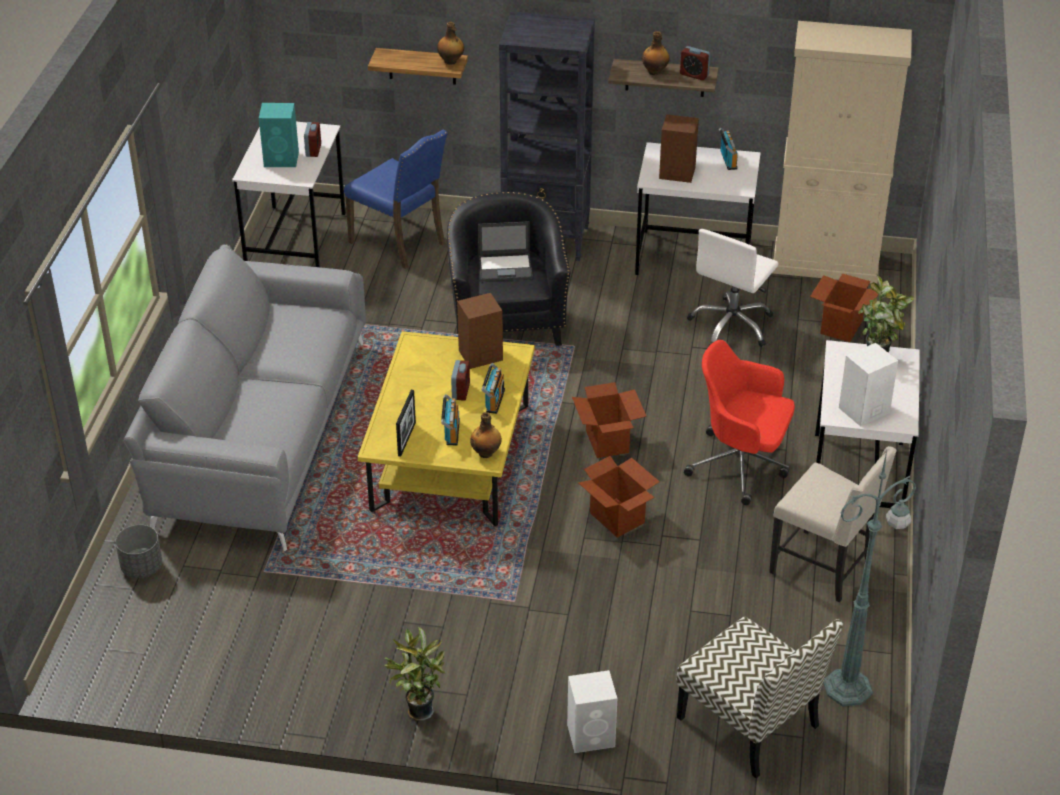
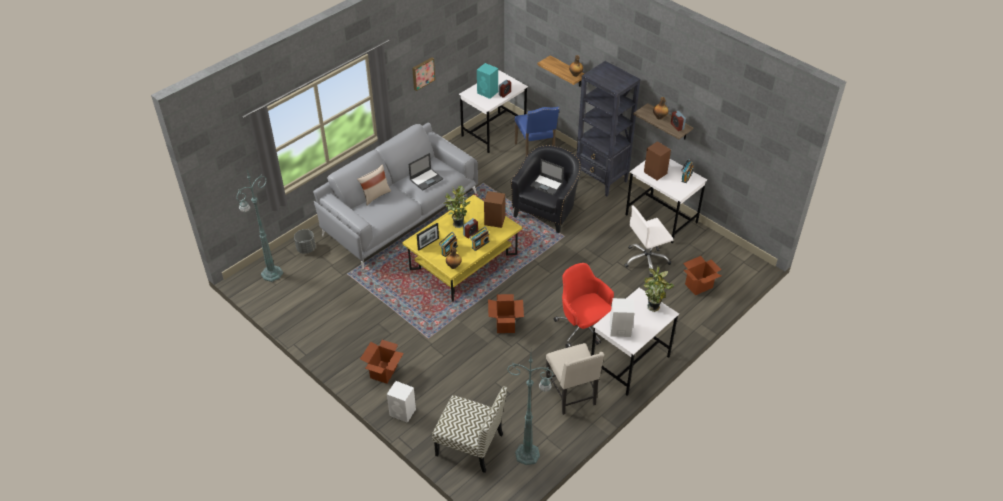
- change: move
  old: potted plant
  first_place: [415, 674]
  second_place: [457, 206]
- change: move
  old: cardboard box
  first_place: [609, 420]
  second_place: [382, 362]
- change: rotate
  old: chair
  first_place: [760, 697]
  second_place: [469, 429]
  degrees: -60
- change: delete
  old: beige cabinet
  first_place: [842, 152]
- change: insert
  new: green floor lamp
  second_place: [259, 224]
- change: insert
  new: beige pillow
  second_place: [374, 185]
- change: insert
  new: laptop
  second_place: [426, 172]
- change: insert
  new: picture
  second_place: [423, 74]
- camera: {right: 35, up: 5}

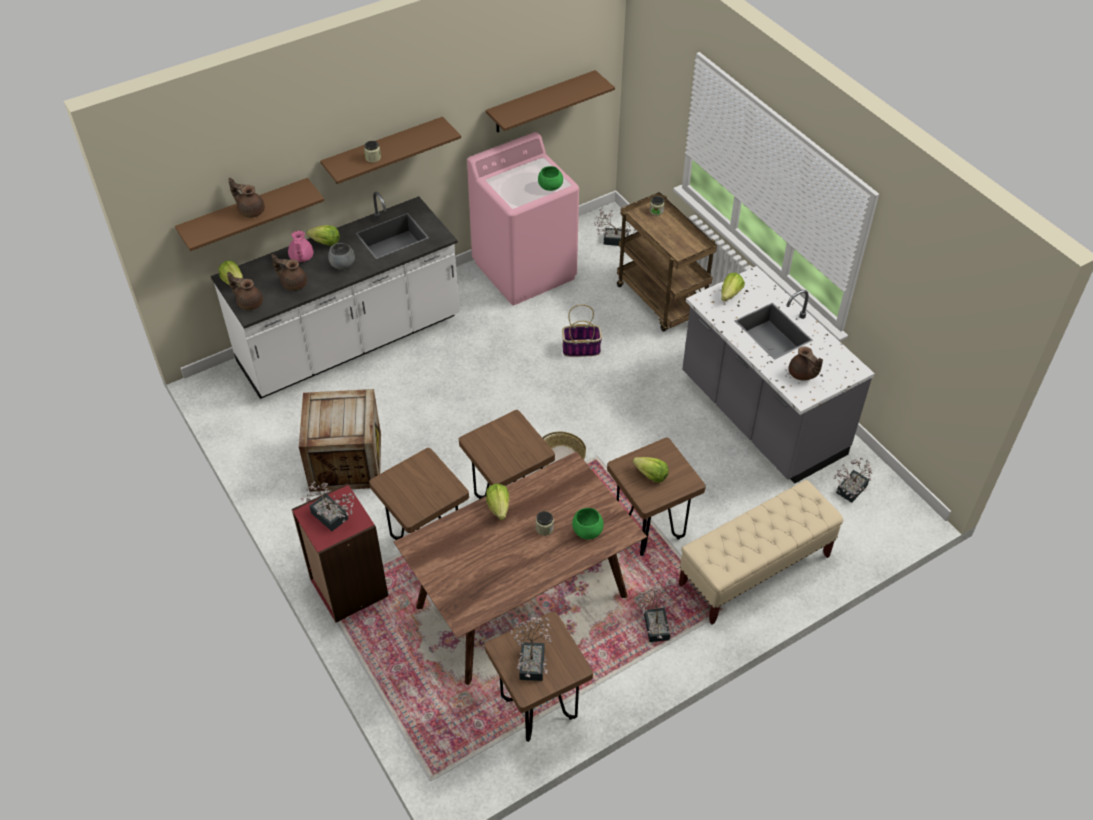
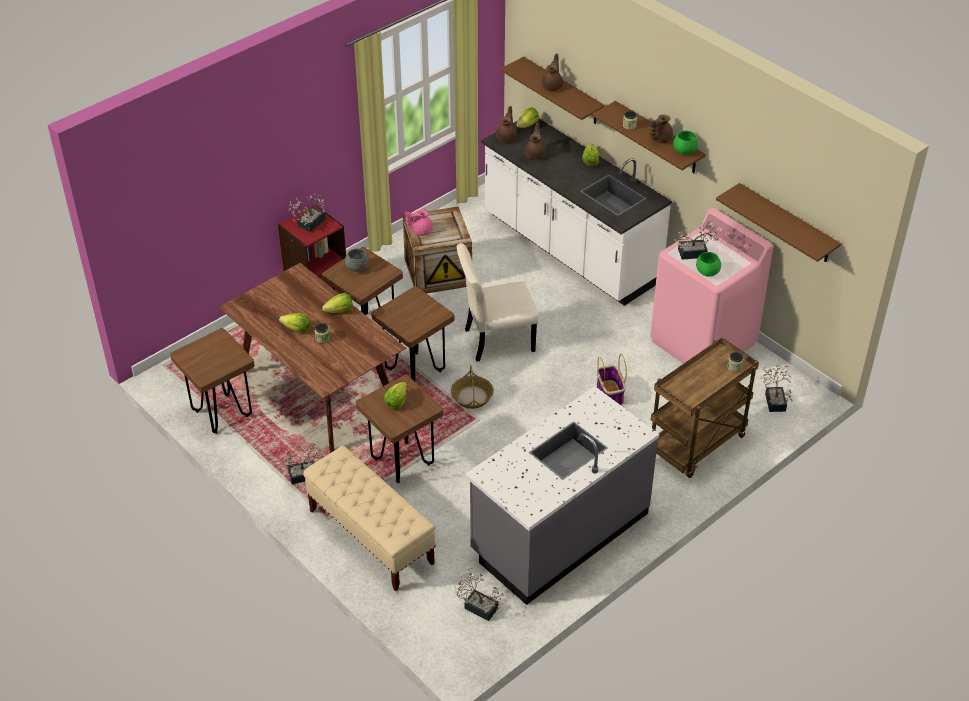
- change: move
  old: pink teapot
  first_place: [300, 246]
  second_place: [419, 222]
- change: move
  old: grey bowl
  first_place: [341, 256]
  second_place: [357, 260]
- change: move
  old: potted plant
  first_place: [531, 649]
  second_place: [696, 240]
- change: move
  old: green bowl
  first_place: [588, 523]
  second_place: [685, 143]
- change: move
  old: lettuce
  first_place: [733, 287]
  second_place: [295, 323]
- change: move
  old: brown teapot
  first_place: [805, 363]
  second_place: [661, 129]
- change: insert
  new: beige chair
  second_place: [497, 302]
- camera: {right: 80, up: -5}

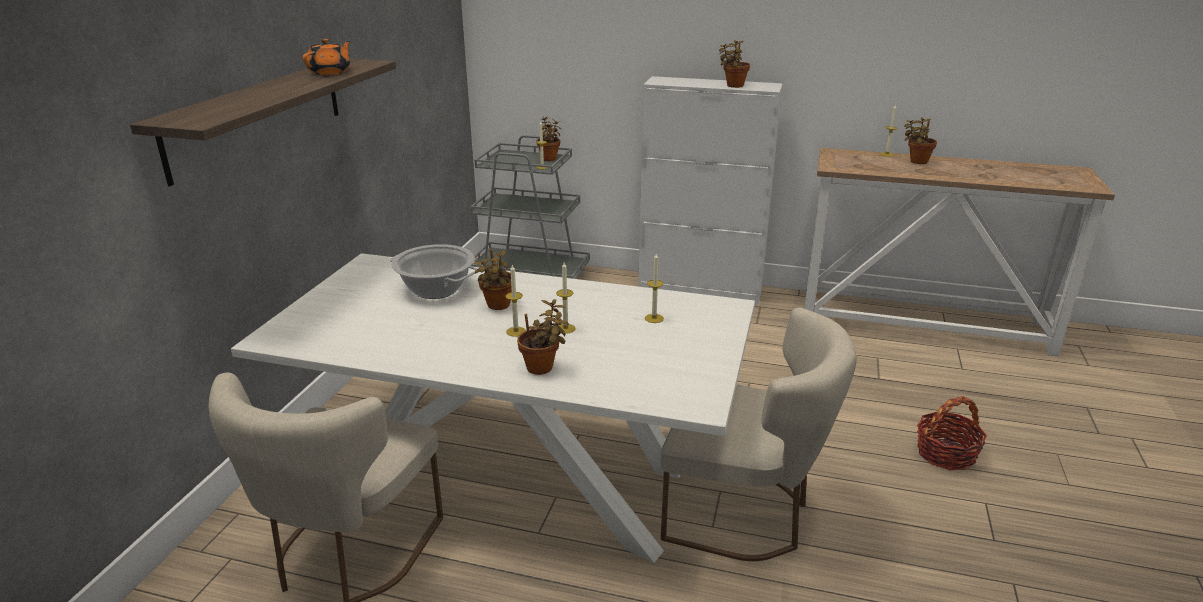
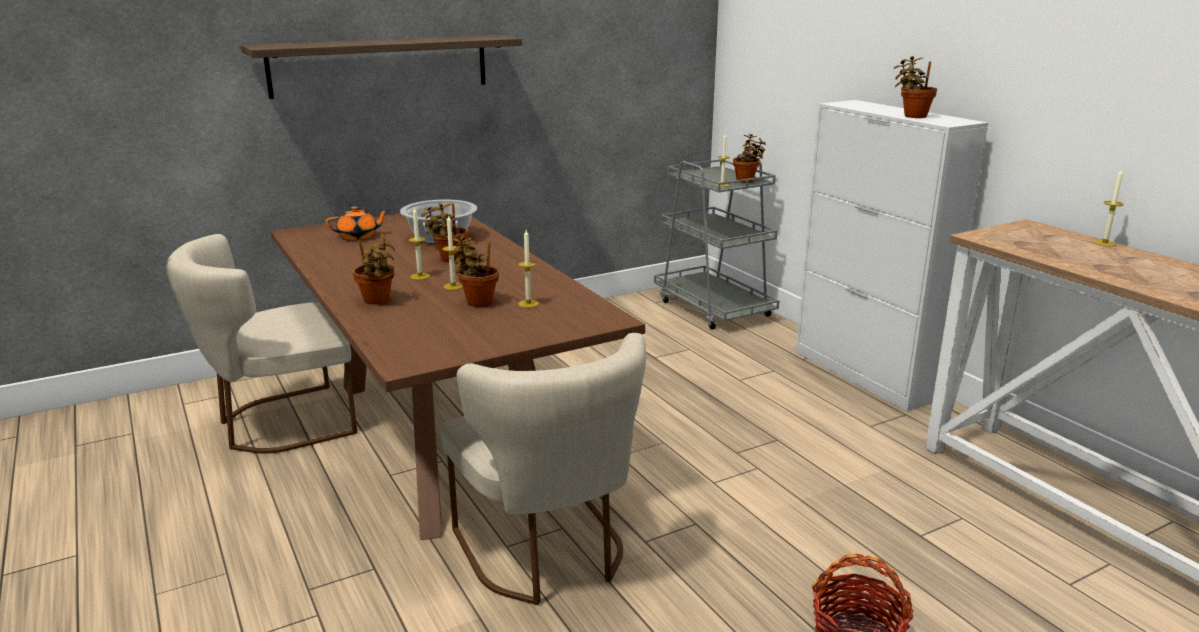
- change: recolor
  old: white dining table
  new: brown dining table
  first_place: [493, 408]
  second_place: [457, 377]
- change: move
  old: orange teapot
  first_place: [327, 57]
  second_place: [357, 223]
- change: move
  old: potted plant
  first_place: [920, 140]
  second_place: [475, 271]
- camera: {right: 45, up: -5}

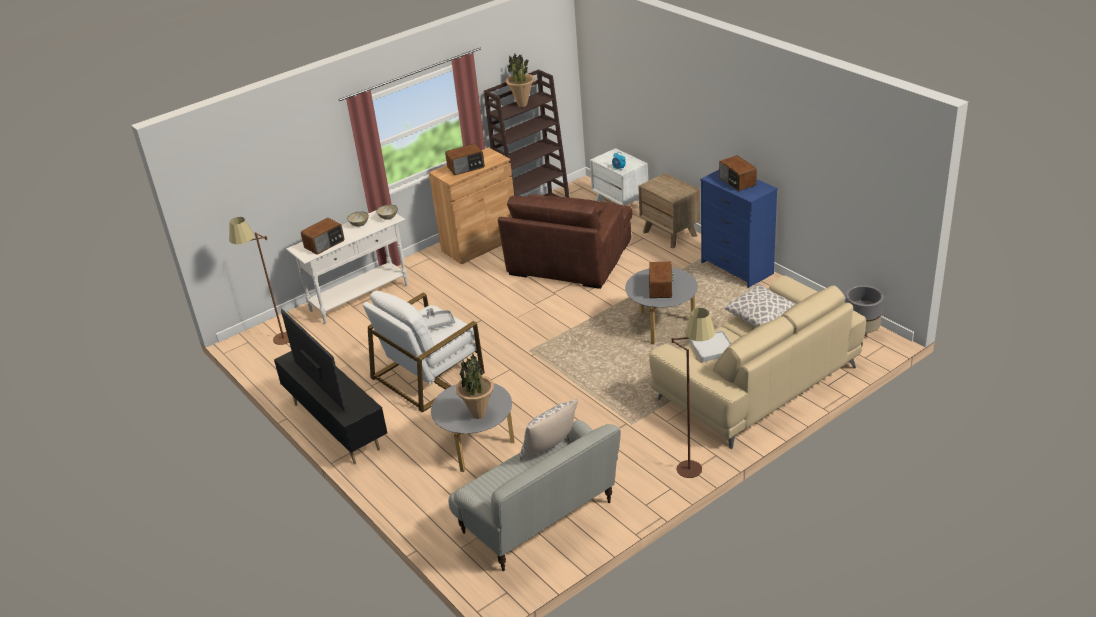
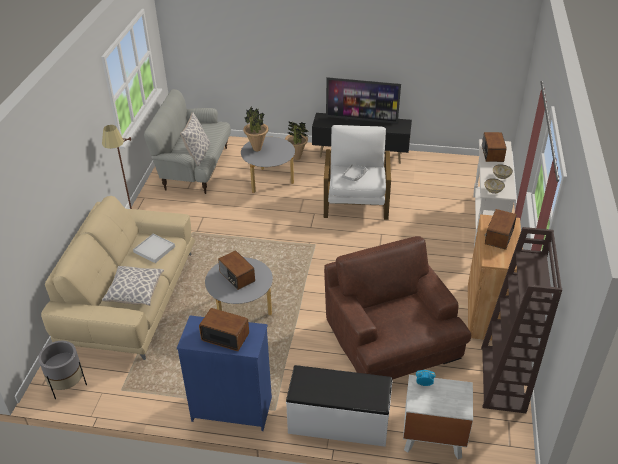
- change: delete
  old: brown floor lamp
  first_place: [259, 281]
- change: move
  old: potted plant
  first_place: [520, 80]
  second_place: [297, 140]
- change: replace
  old: brown nightstand
  new: white bench
  first_place: [669, 210]
  second_place: [339, 406]
- camera: {right: 135, up: 5}

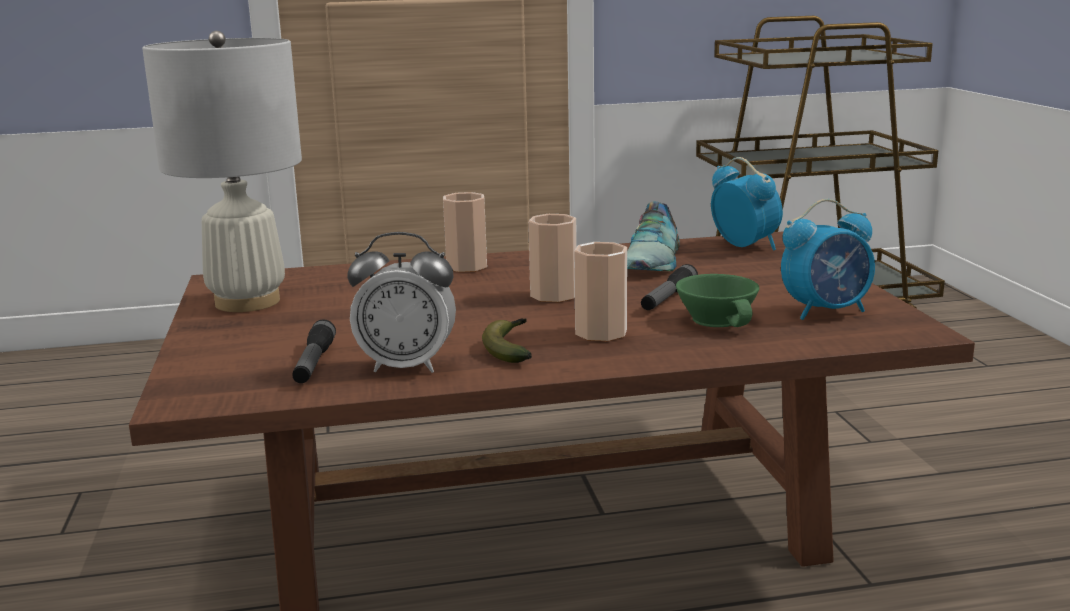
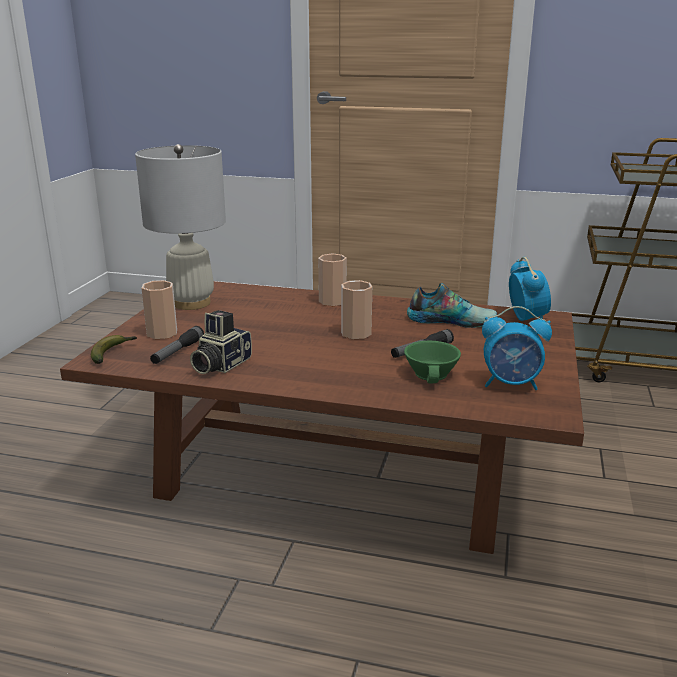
- change: replace
  old: alarm clock
  new: photo camera
  first_place: [401, 302]
  second_place: [221, 342]
- change: move
  old: banana
  first_place: [507, 340]
  second_place: [114, 349]
- change: move
  old: cup
  first_place: [600, 291]
  second_place: [159, 309]
- change: rotate
  old: shoe
  first_place: [653, 236]
  second_place: [452, 305]
  degrees: -120
- camera: {right: 25, up: 5}

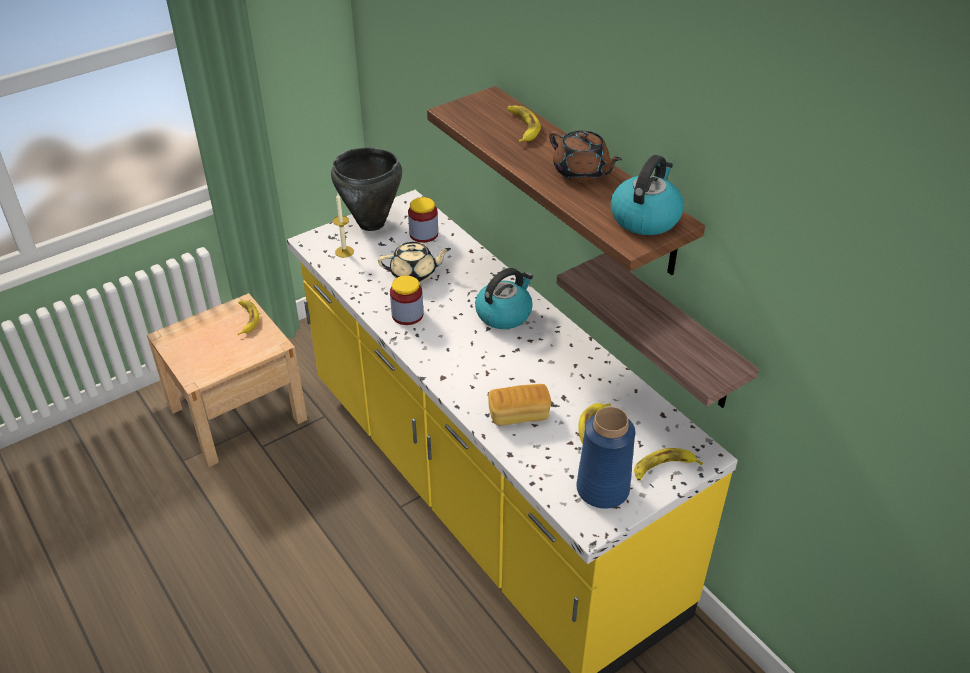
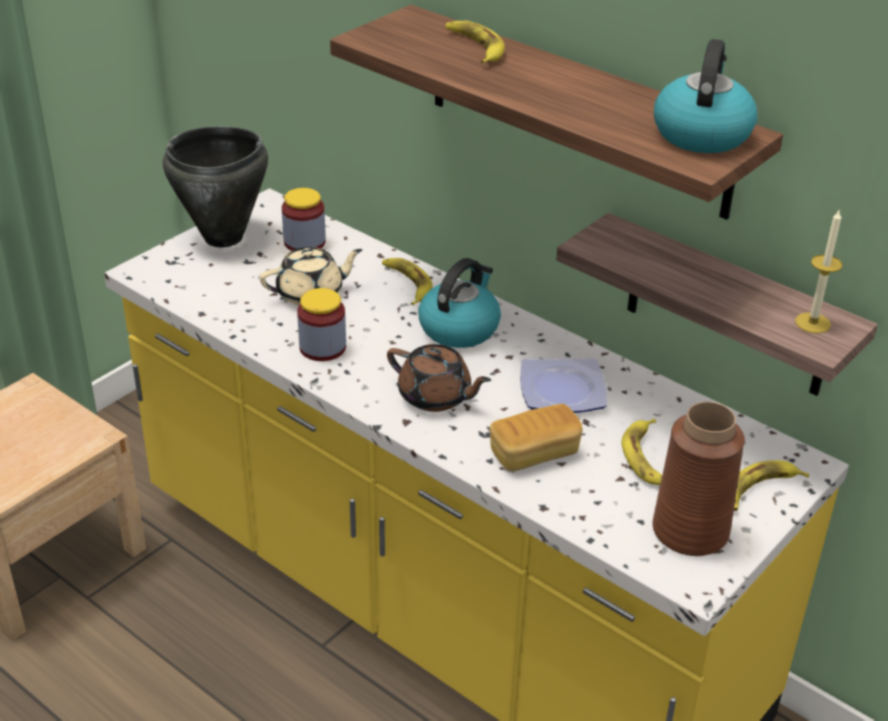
- change: move
  old: banana
  first_place: [248, 317]
  second_place: [407, 281]
- change: move
  old: candle
  first_place: [343, 225]
  second_place: [819, 272]
- change: move
  old: brown teapot
  first_place: [585, 156]
  second_place: [439, 378]
- change: recolor
  old: blue vase
  new: brown vase
  first_place: [605, 458]
  second_place: [698, 479]
- change: insert
  new: plate
  second_place: [563, 386]
- camera: {right: -15, up: -5}

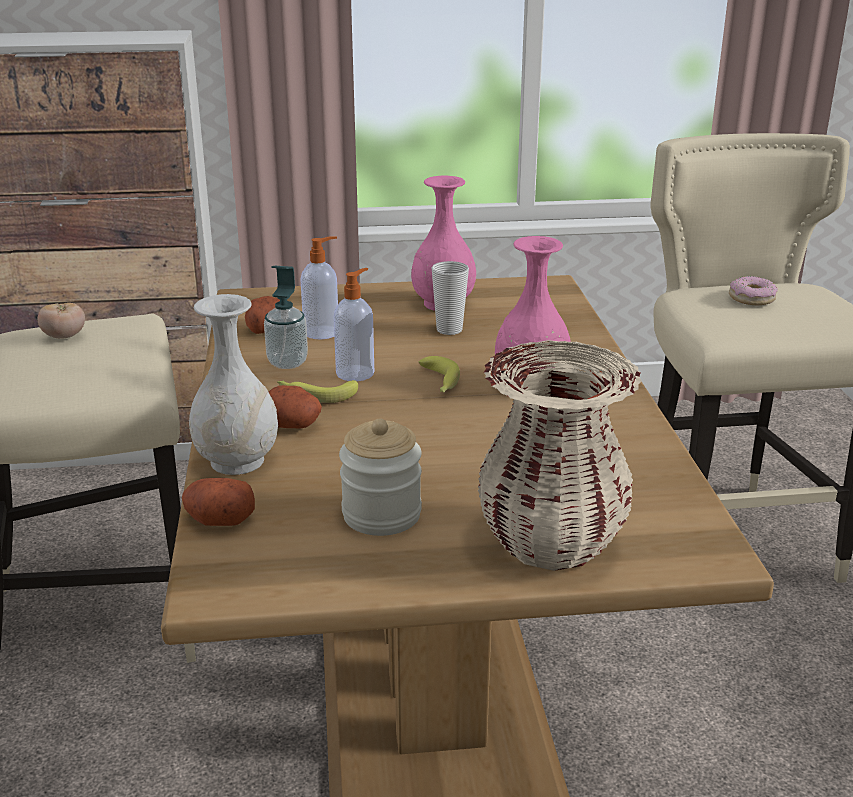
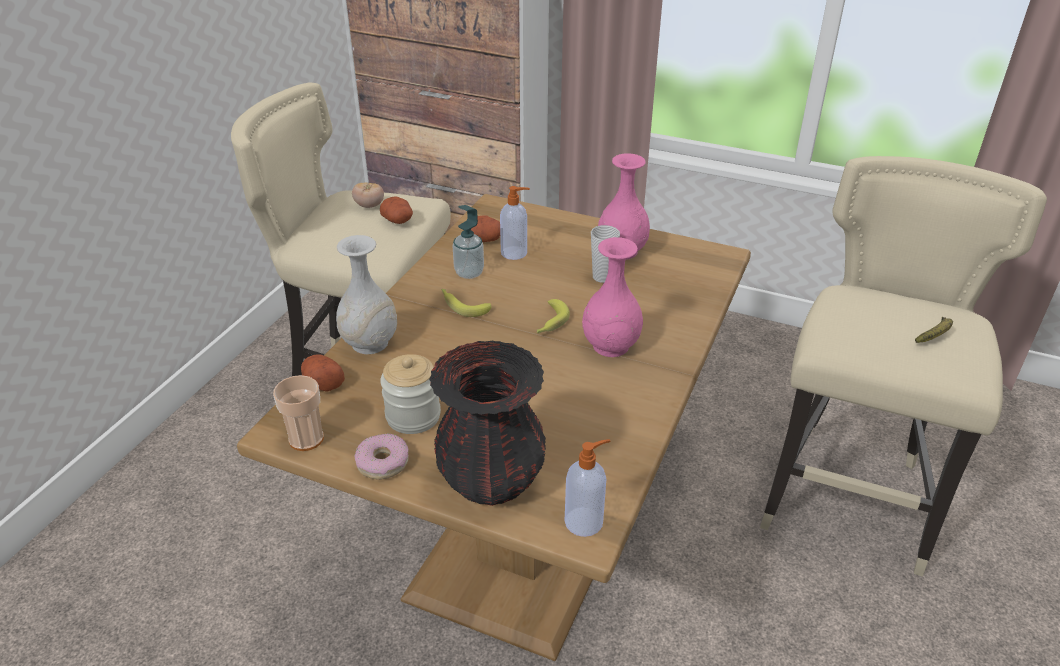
- change: move
  old: potato
  first_place: [295, 406]
  second_place: [396, 210]
- change: move
  old: soap dispenser
  first_place: [354, 324]
  second_place: [588, 488]
- change: recolor
  old: beige vase
  new: black vase
  first_place: [560, 455]
  second_place: [487, 423]
- change: move
  old: donut
  first_place: [753, 290]
  second_place: [381, 457]
- change: insert
  new: cup
  second_place: [298, 413]
- change: insert
  new: banana
  second_place: [934, 330]
- camera: {right: 30, up: 10}

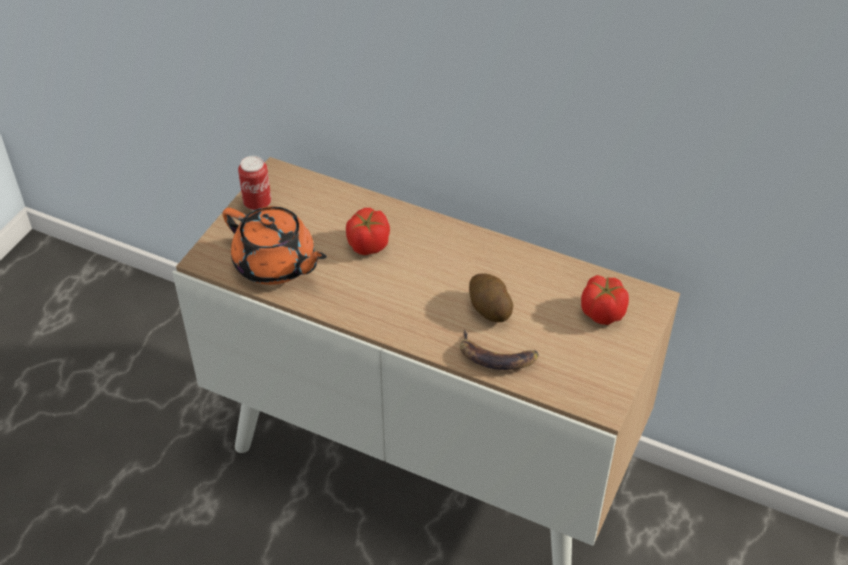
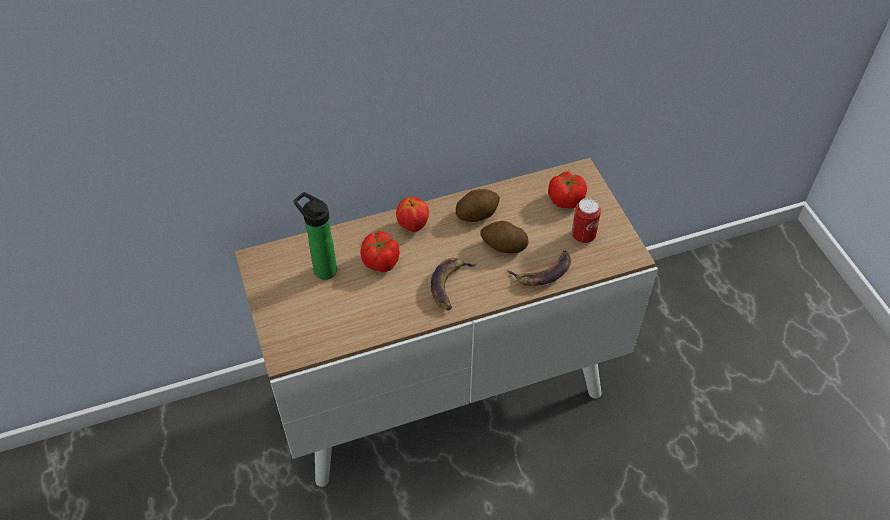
- change: delete
  old: orange teapot
  first_place: [274, 245]
- change: move
  old: can
  first_place: [254, 183]
  second_place: [586, 220]
- change: insert
  new: bottle
  second_place: [315, 236]
- change: insert
  new: apple
  second_place: [412, 214]
- change: insert
  new: banana
  second_place: [453, 284]
- change: insert
  new: potato
  second_place: [478, 205]
- camera: {right: -45, up: 5}

